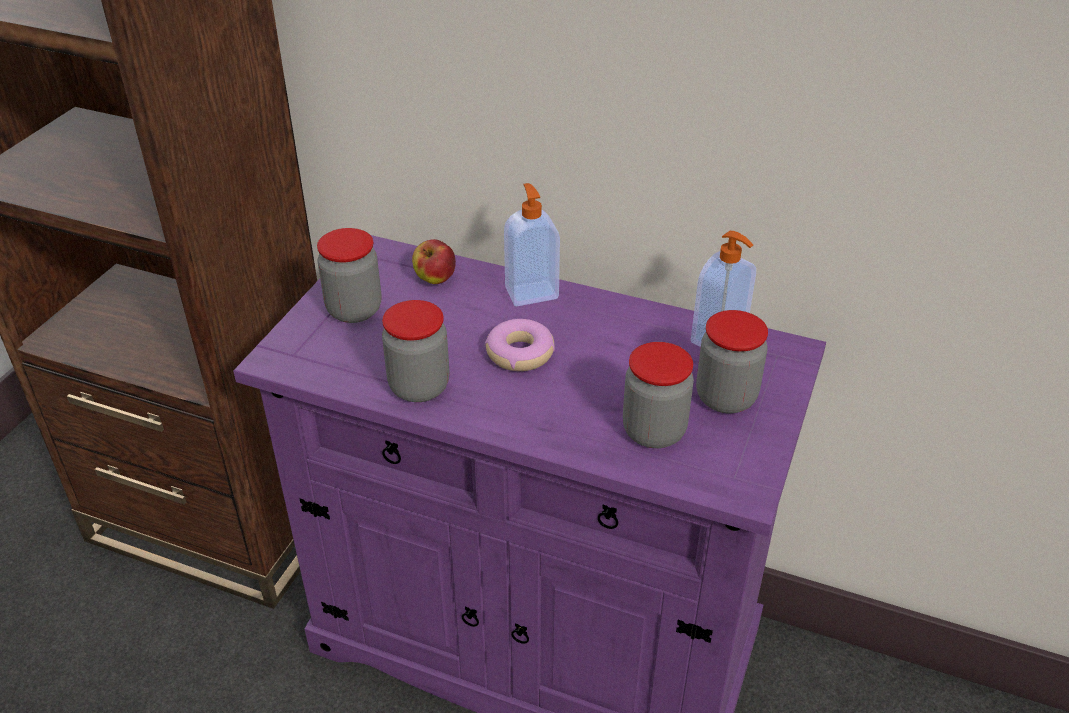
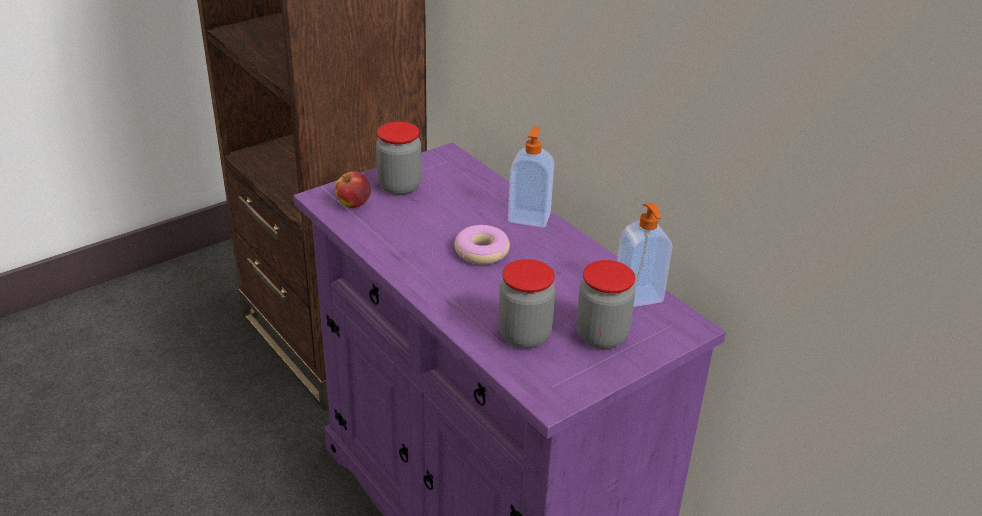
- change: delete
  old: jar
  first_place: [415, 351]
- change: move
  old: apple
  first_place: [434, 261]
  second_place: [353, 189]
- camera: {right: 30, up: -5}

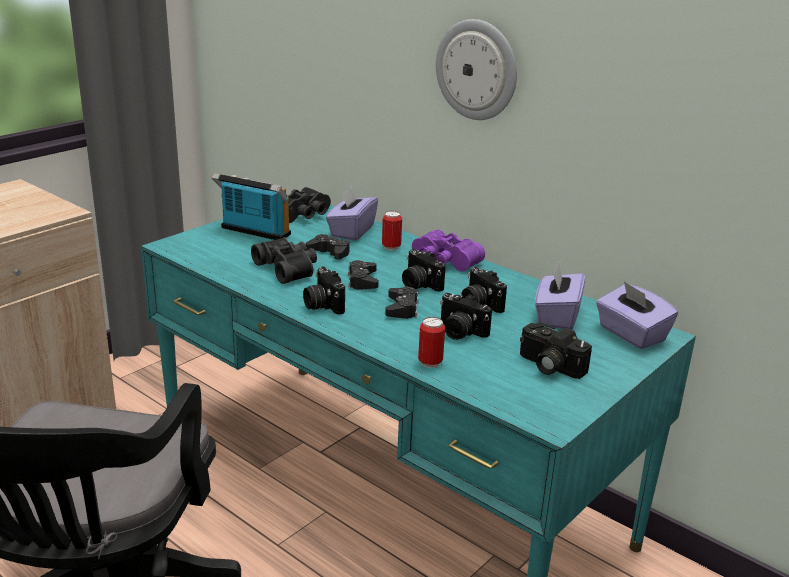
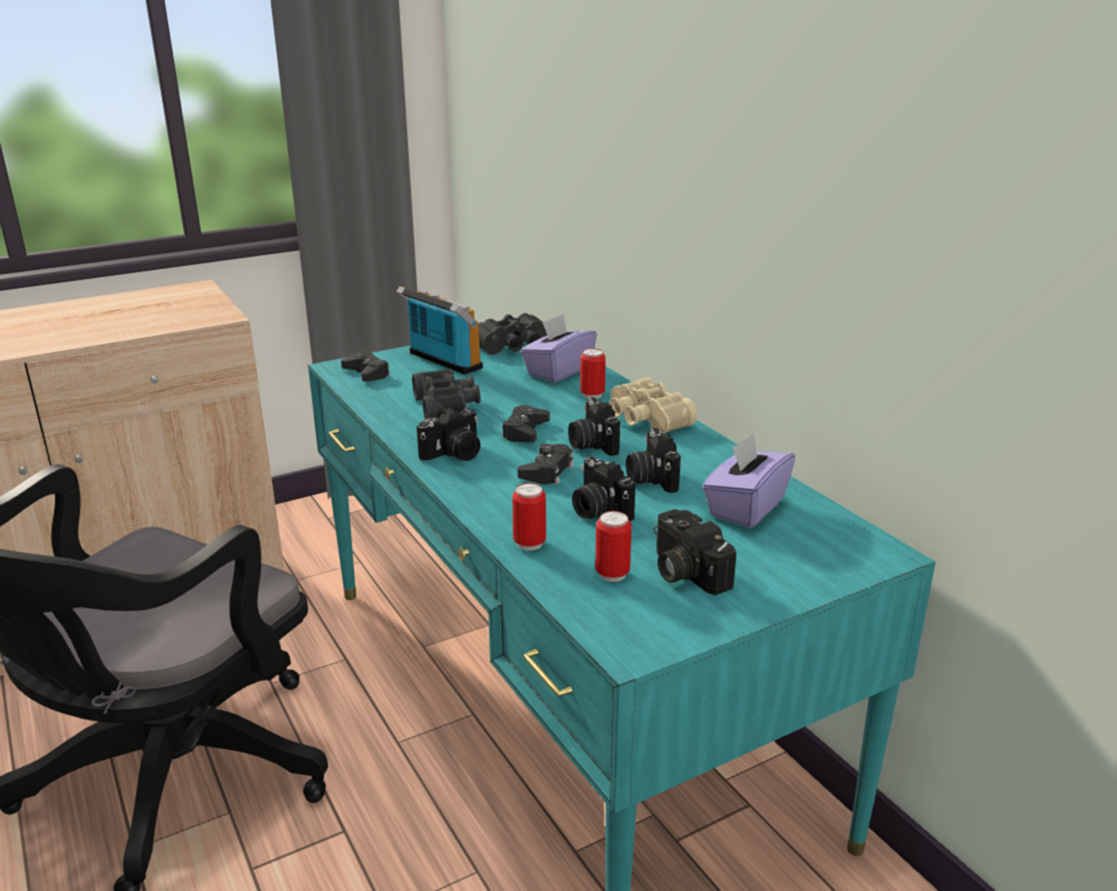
- change: rotate
  old: photo camera
  first_place: [324, 291]
  second_place: [448, 434]
  degrees: -120
- change: move
  old: black game controller
  first_place: [328, 246]
  second_place: [365, 366]
- change: recolor
  old: purple binoculars
  new: beige binoculars
  first_place: [448, 251]
  second_place: [653, 406]
- change: delete
  old: wall clock
  first_place: [476, 69]
- change: delete
  old: purple tissue box
  first_place: [637, 315]
- change: insert
  new: can
  second_place: [613, 546]
- camera: {right: 20, up: 0}

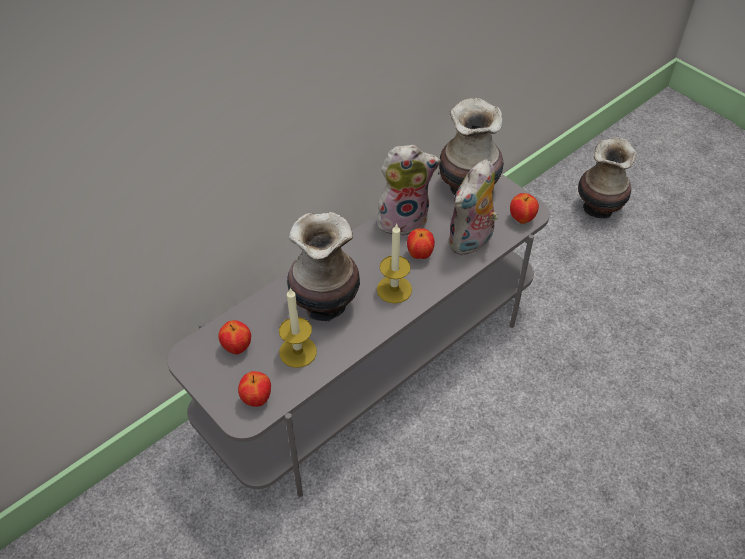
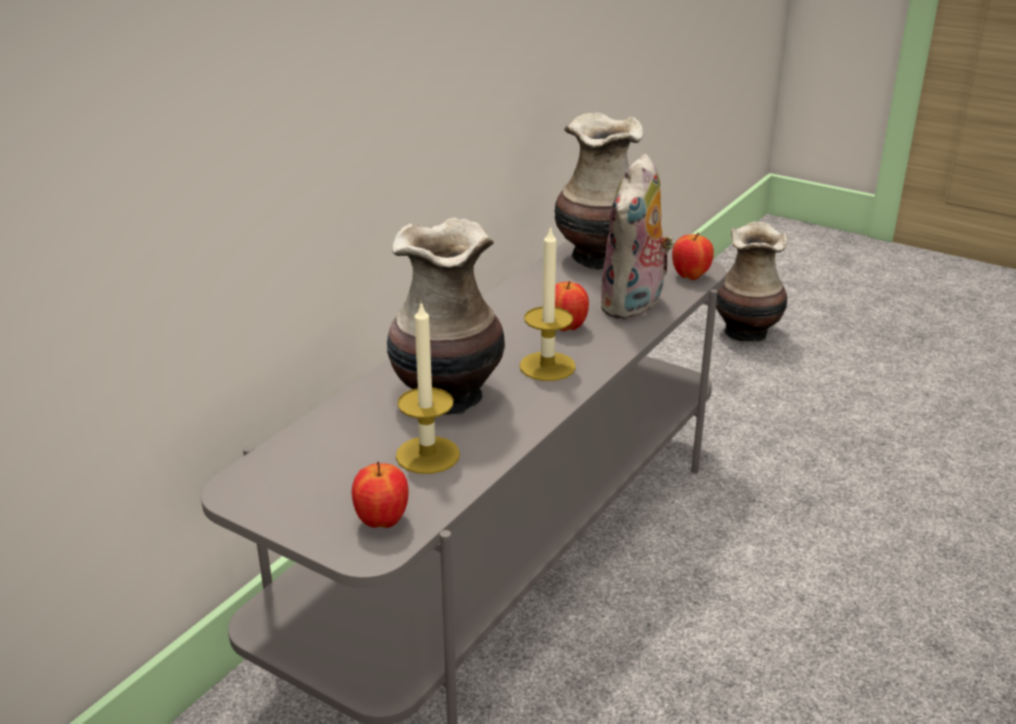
- change: delete
  old: apple
  first_place: [234, 337]
- change: delete
  old: plush toy
  first_place: [409, 190]
- camera: {right: -15, up: -20}

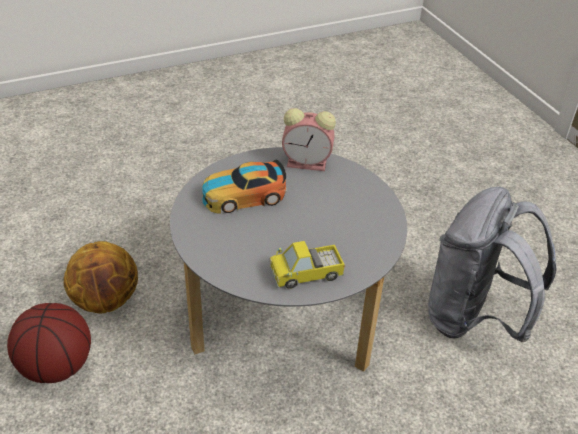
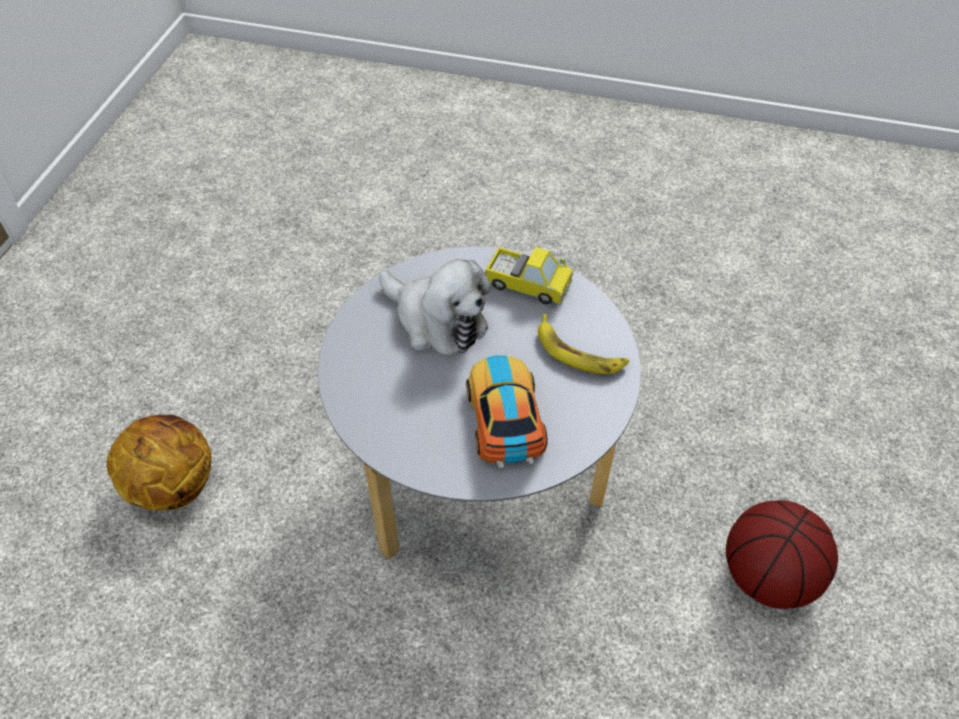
- change: move
  old: basketball
  first_place: [101, 277]
  second_place: [159, 463]
- change: rotate
  old: toy car
  first_place: [244, 187]
  second_place: [507, 411]
  degrees: -120
- change: delete
  old: alarm clock
  first_place: [309, 139]
- change: delete
  old: grey backpack
  first_place: [492, 264]
- change: insert
  new: plush toy
  second_place: [435, 307]
- change: insert
  new: banana
  second_place: [583, 344]
- camera: {right: -140, up: 10}

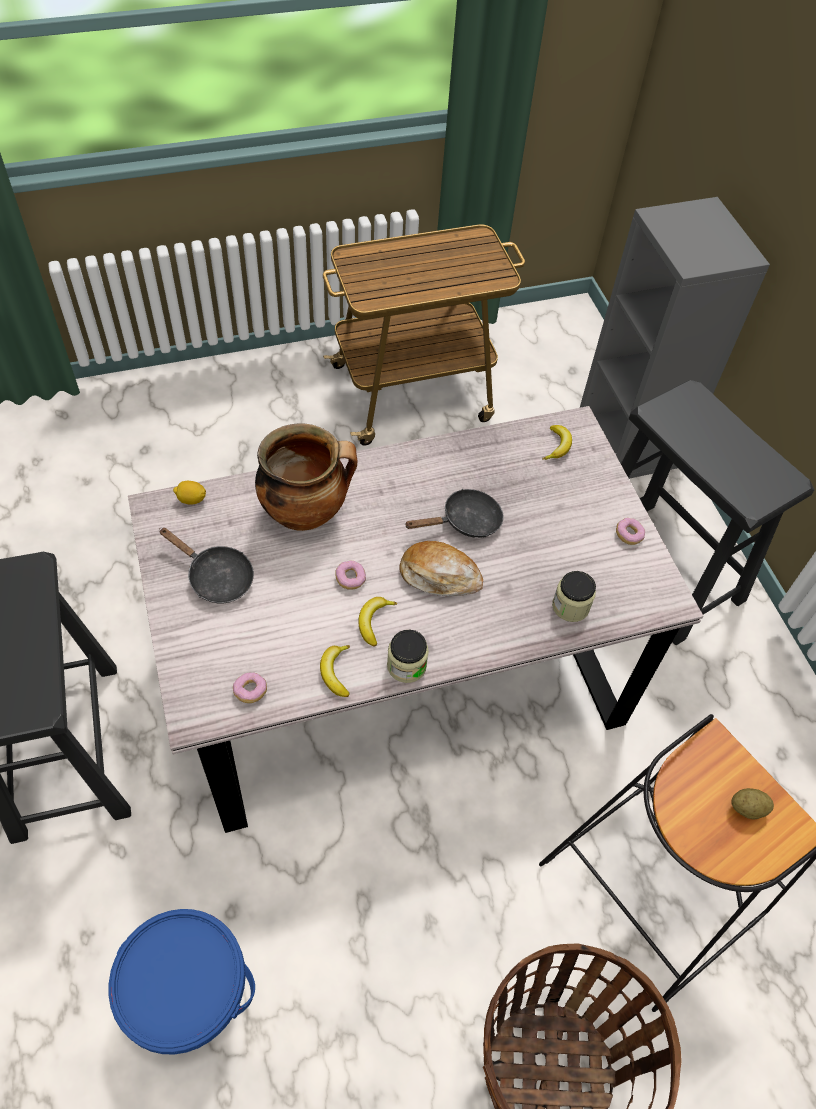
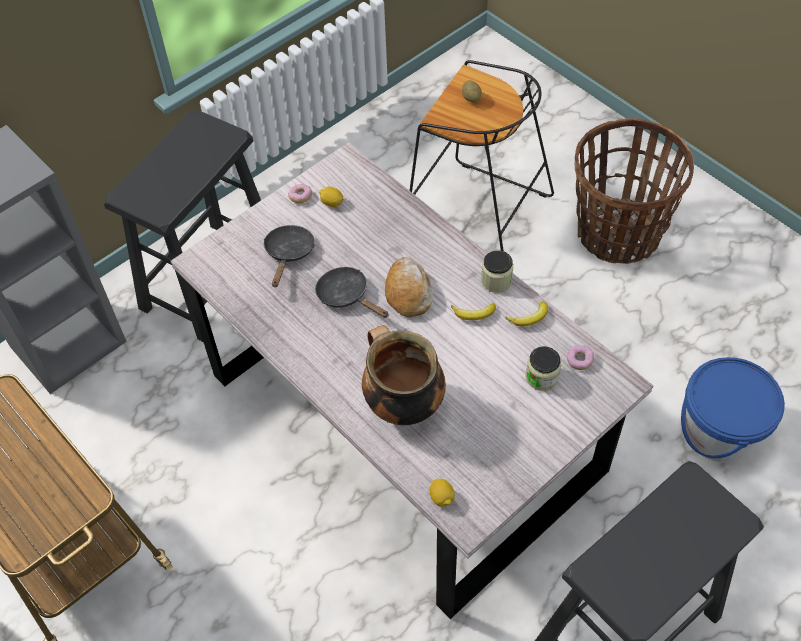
- change: move
  old: black frying pan
  first_place: [206, 565]
  second_place: [289, 256]
- change: delete
  old: donut
  first_place: [350, 575]
- change: delete
  old: banana
  first_place: [557, 442]
- change: move
  old: jar
  first_place: [574, 596]
  second_place: [543, 369]
- change: insert
  new: lemon
  second_place: [331, 197]
- camera: {right: -110, up: 0}

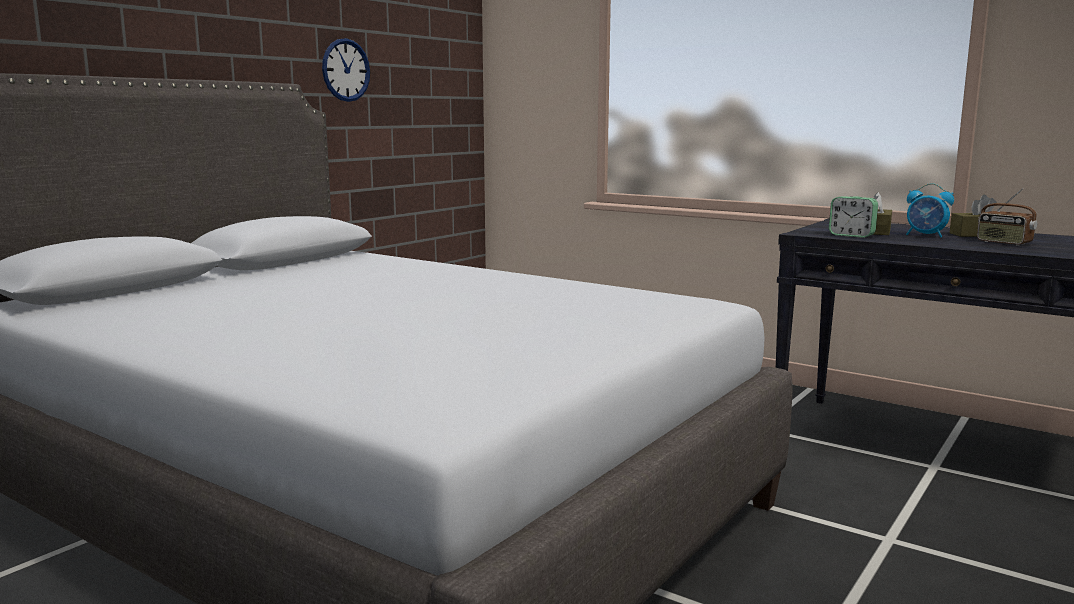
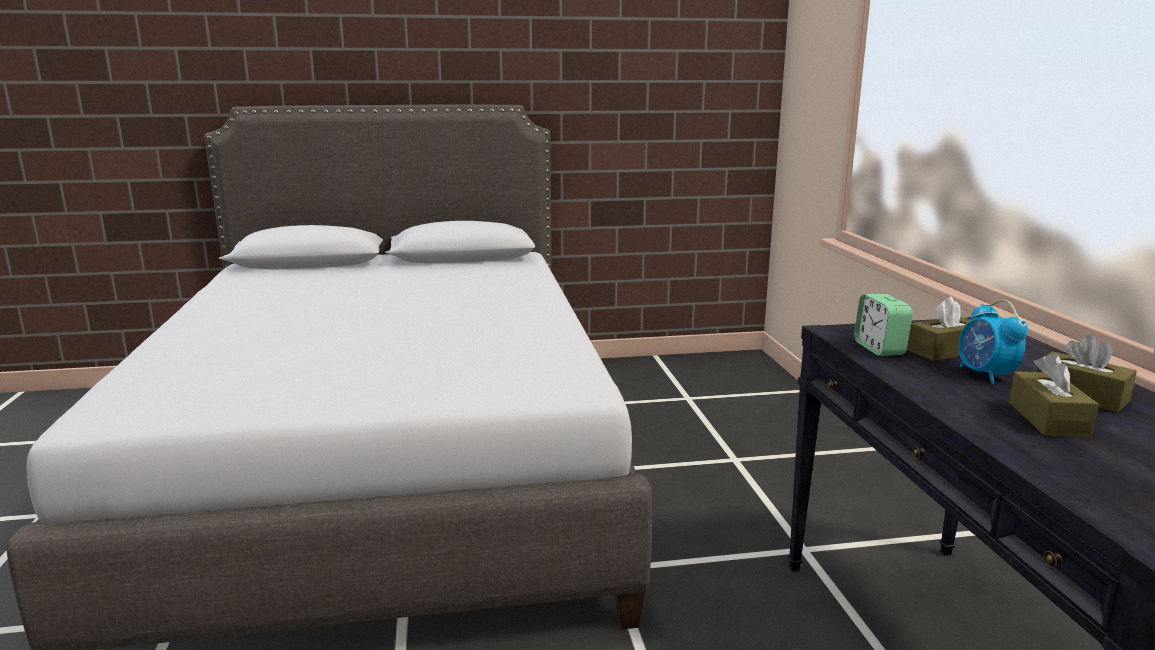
- change: delete
  old: wall clock
  first_place: [346, 70]
- change: replace
  old: radio
  new: brown tissue box
  first_place: [1007, 217]
  second_place: [1054, 395]
- camera: {right: 45, up: 5}

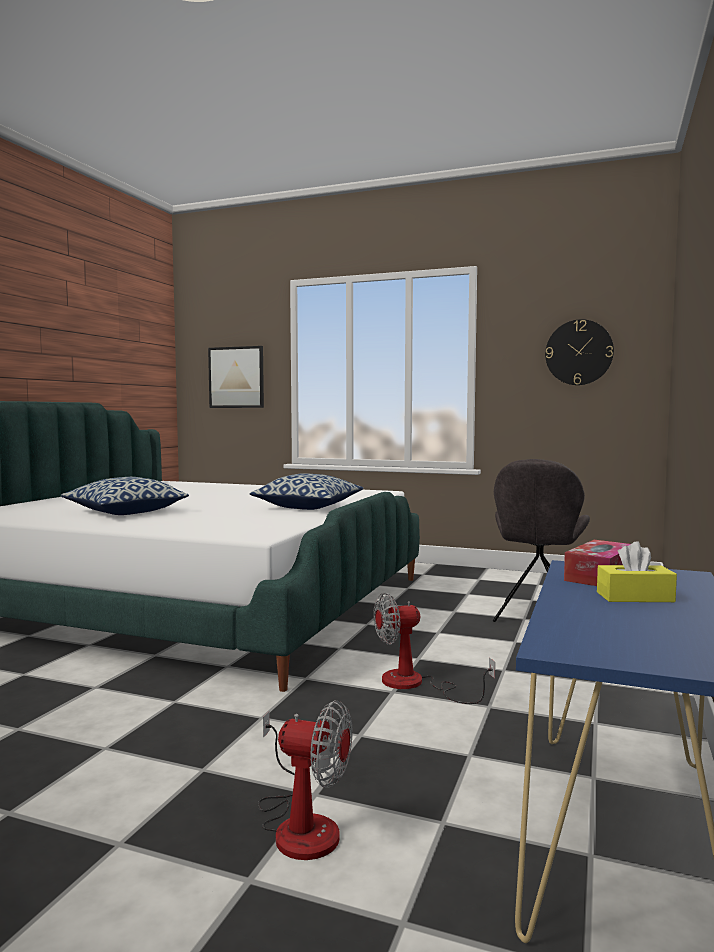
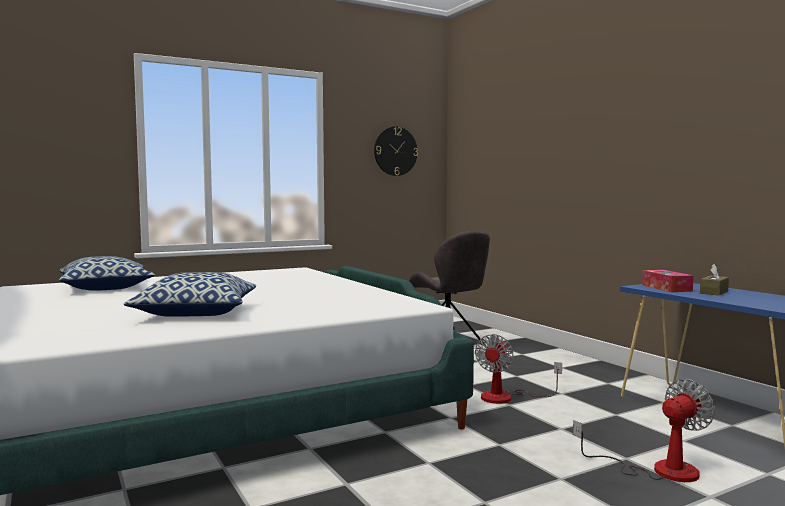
- change: delete
  old: picture
  first_place: [236, 377]
- change: move
  old: pillow
  first_place: [306, 491]
  second_place: [107, 273]
- change: recolor
  old: yellow tissue box
  new: brown tissue box
  first_place: [637, 571]
  second_place: [714, 280]
- camera: {right: -50, up: 0}

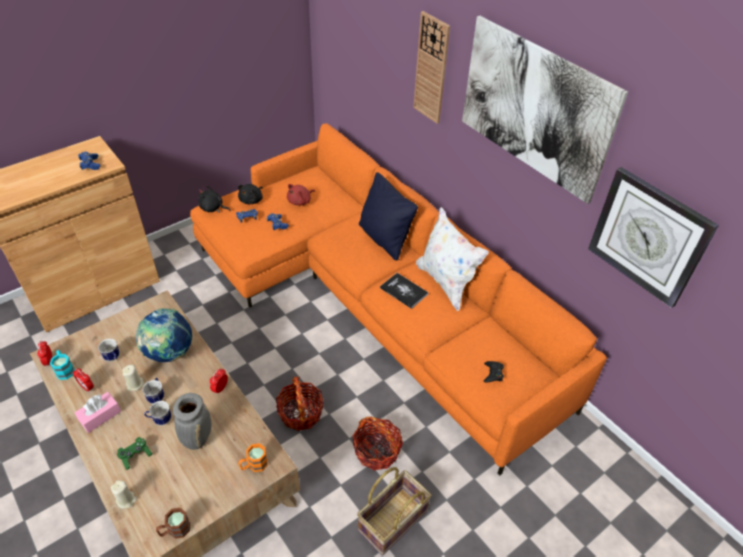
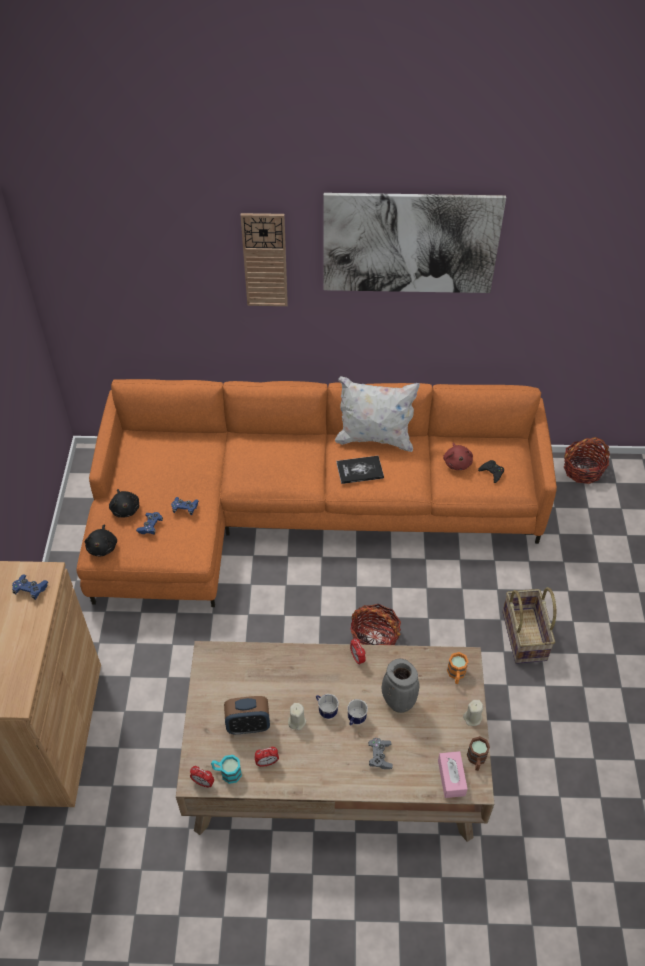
- change: move
  old: pink tissue box
  first_place: [97, 412]
  second_place: [453, 774]
- change: replace
  old: mug
  new: alarm clock
  first_place: [109, 350]
  second_place: [247, 715]
- change: move
  old: beige candle
  first_place: [124, 494]
  second_place: [473, 713]
- change: recolor
  old: green game controller
  new: grey game controller
  first_place: [135, 453]
  second_place: [380, 753]
- change: delete
  old: globe
  first_place: [163, 335]
- change: rotate
  old: black plush toy
  first_place: [214, 199]
  second_place: [101, 540]
  degrees: -60
- change: move
  old: red plush toy
  first_place: [301, 194]
  second_place: [458, 456]
- change: move
  old: basket
  first_place: [378, 444]
  second_place: [587, 460]
- change: delete
  old: black pillow
  first_place: [388, 216]
- change: delete
  old: wall clock
  first_place: [653, 237]
- camera: {right: -50, up: 5}

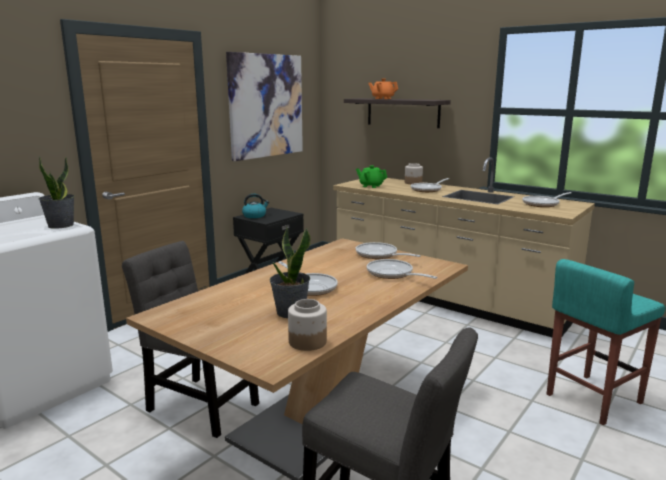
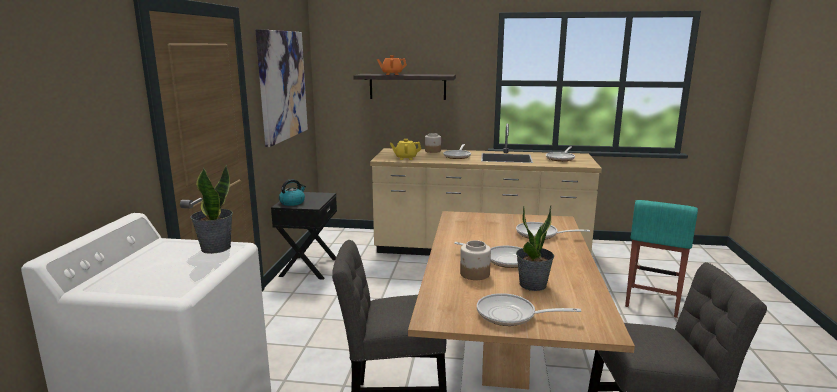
- change: move
  old: jar
  first_place: [307, 325]
  second_place: [475, 260]
- change: recolor
  old: green teapot
  new: yellow teapot
  first_place: [371, 176]
  second_place: [405, 149]
- change: move
  old: frying pan
  first_place: [388, 250]
  second_place: [529, 309]
- camera: {right: -30, up: 0}

